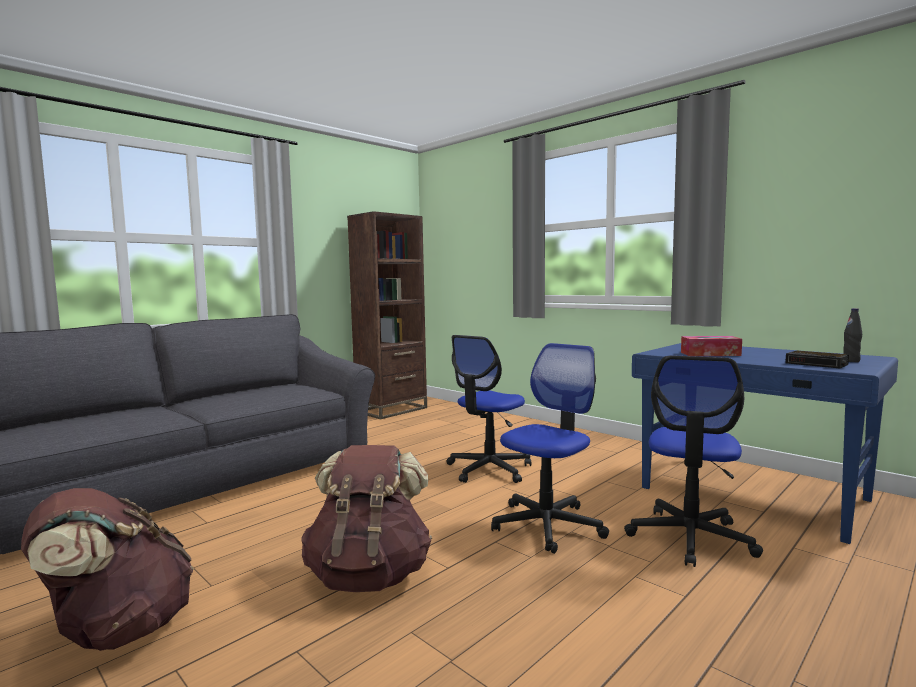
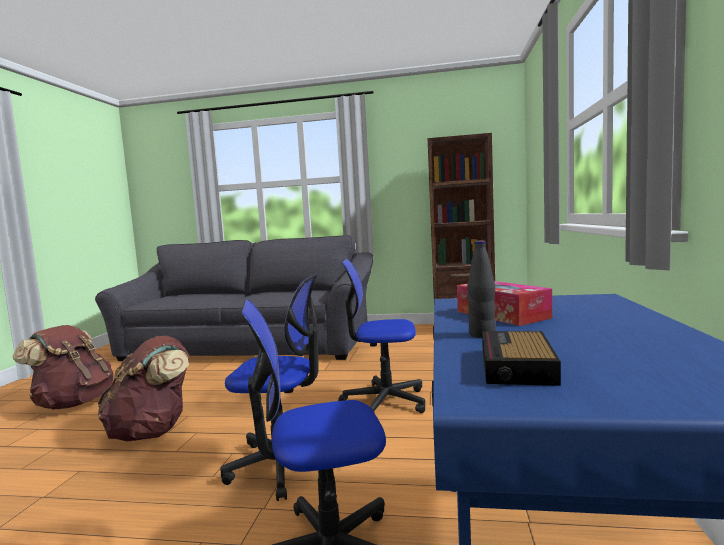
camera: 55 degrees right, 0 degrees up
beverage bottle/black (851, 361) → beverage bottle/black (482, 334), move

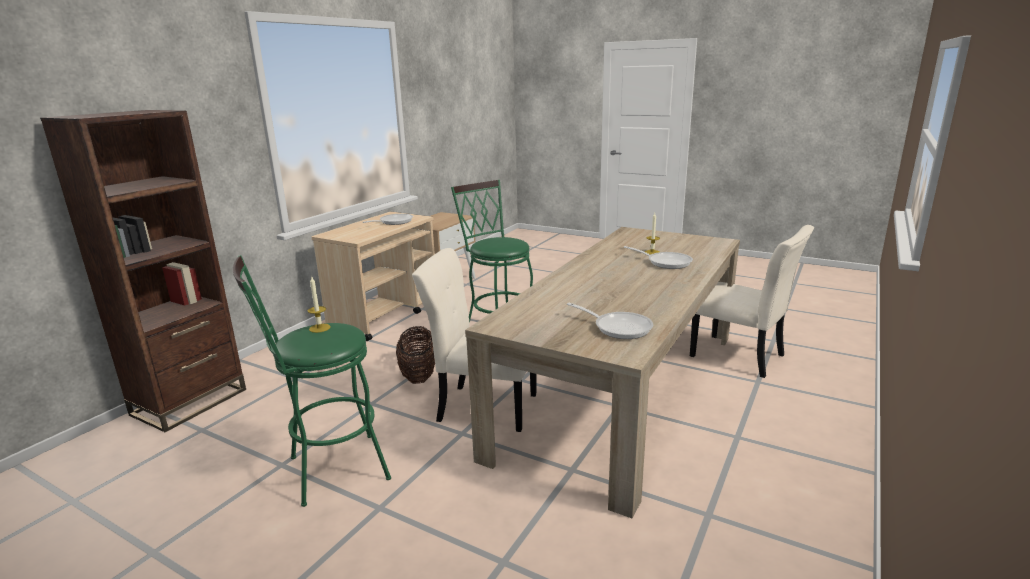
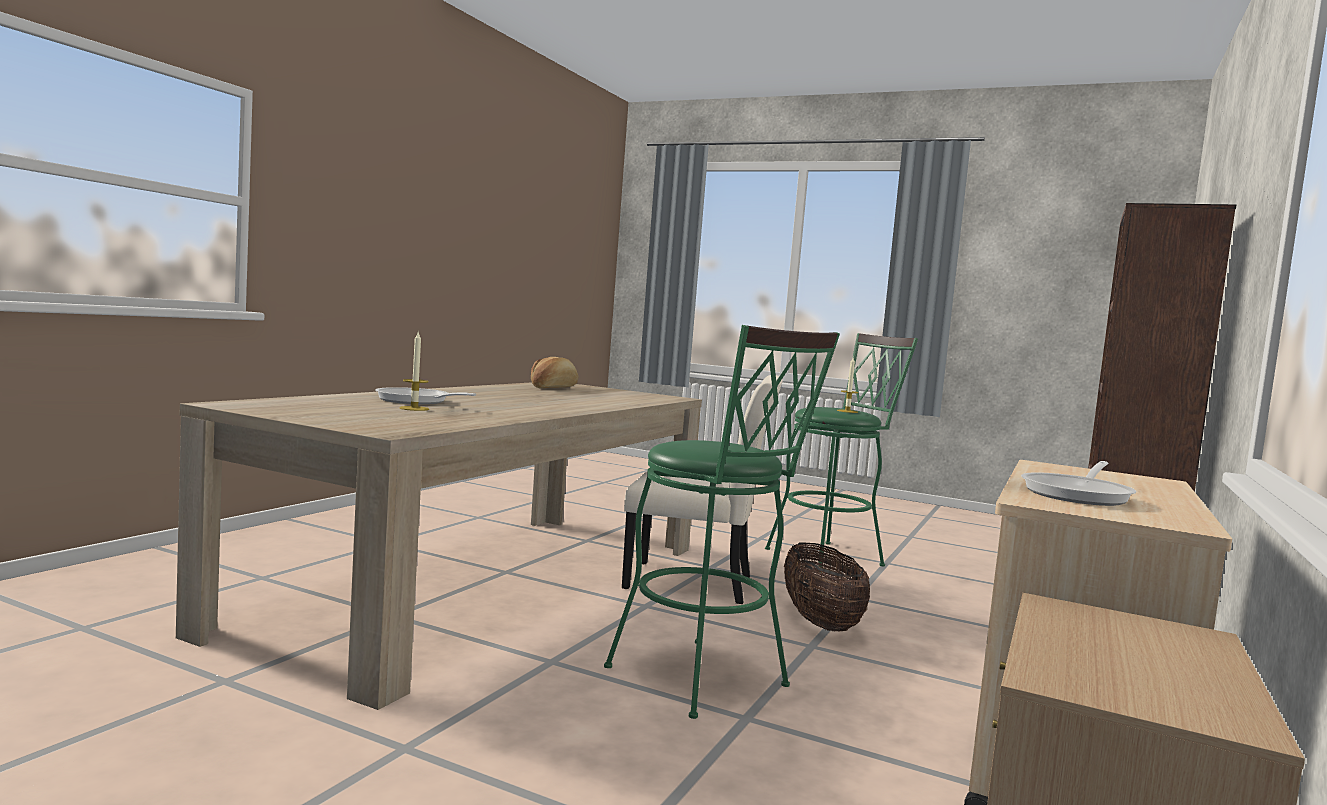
camera: 175 degrees right, 15 degrees down
frying pan (618, 327) → bread (553, 387)
plain chair/sand-coloured (740, 357) → -

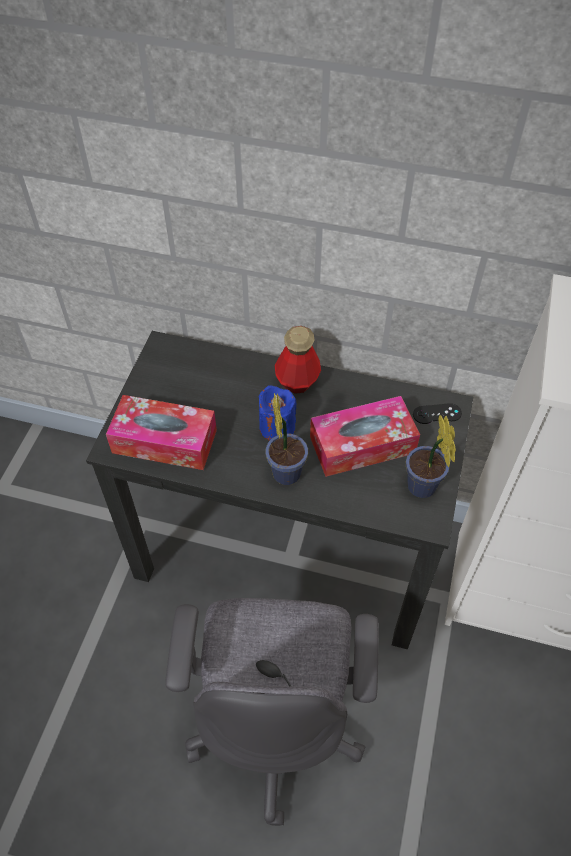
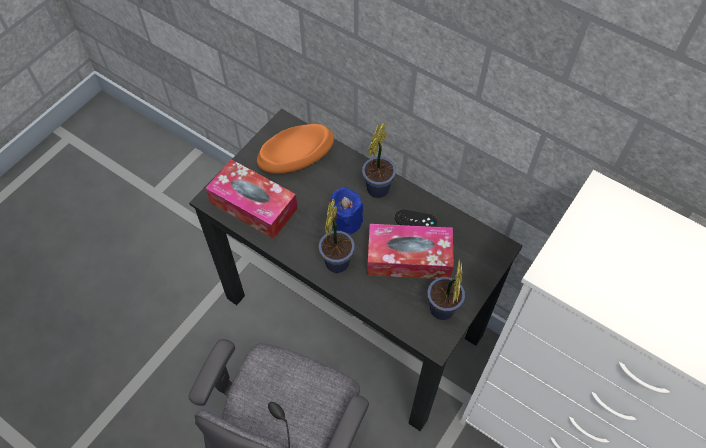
camera: 20 degrees right, 5 degrees up
- → bowl/orange (296, 159)
beverage bottle (297, 381) → plant in a pot (379, 186)
gamepad/black (437, 414) → gamepad/black (415, 220), move

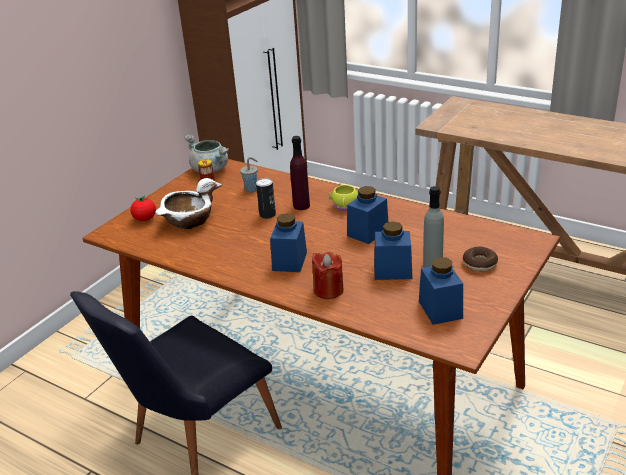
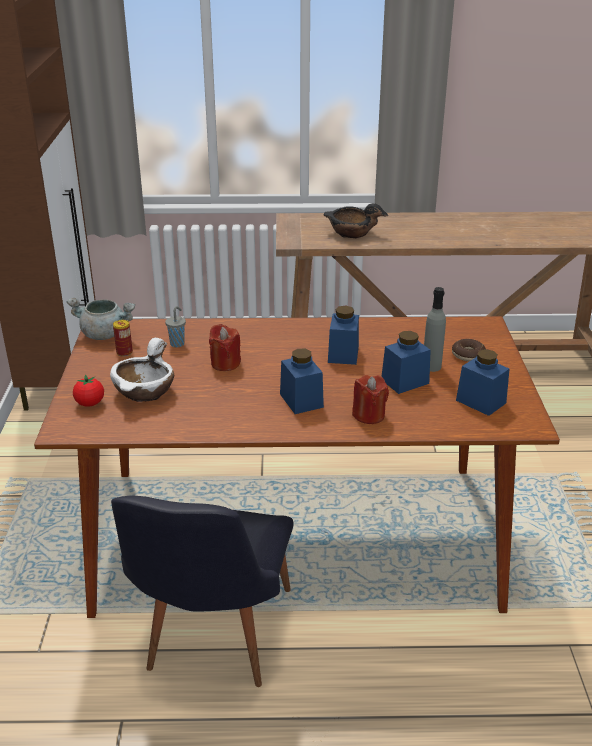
camera: 35 degrees left, 0 degrees up
metal can (267, 215) → wax candle/red-coloured (225, 363)
- → bowl/black (351, 233)
beverage bottle/purple-coloured (301, 206) → -
tea mug/yellow-coloured (345, 207) → -

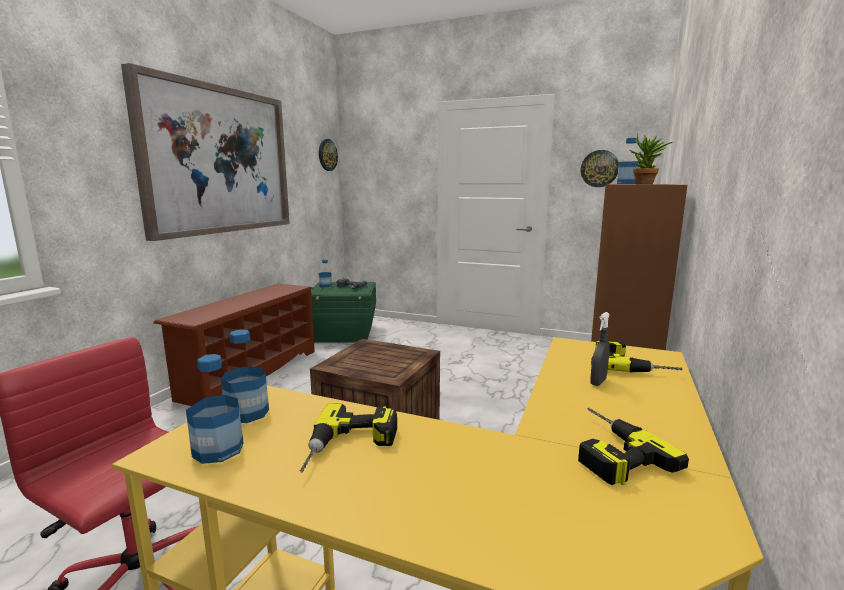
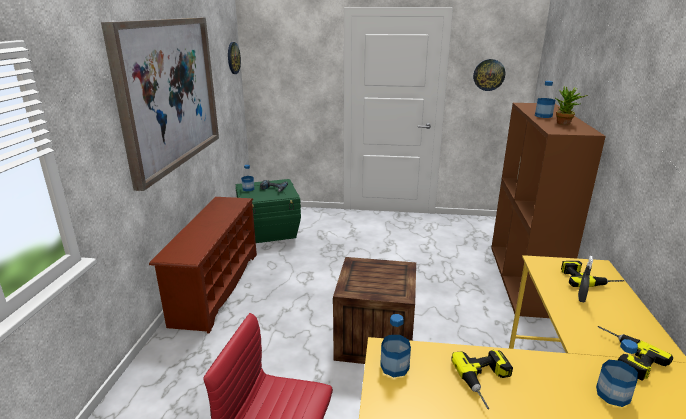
camera: 15 degrees left, 10 degrees up
beverage bottle (218, 449) → beverage bottle (613, 394), move

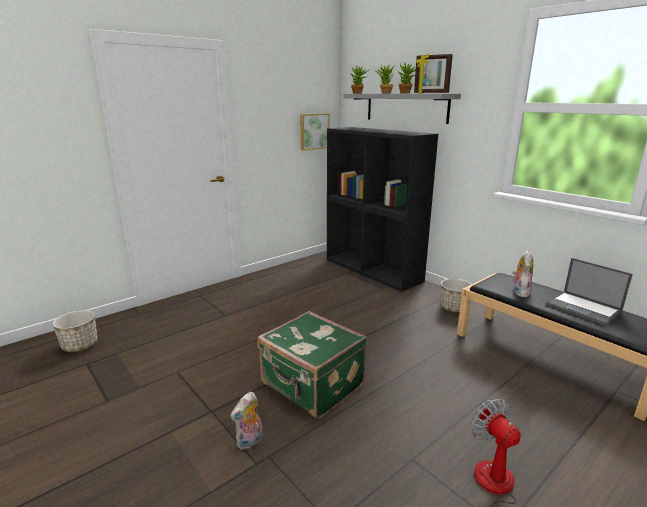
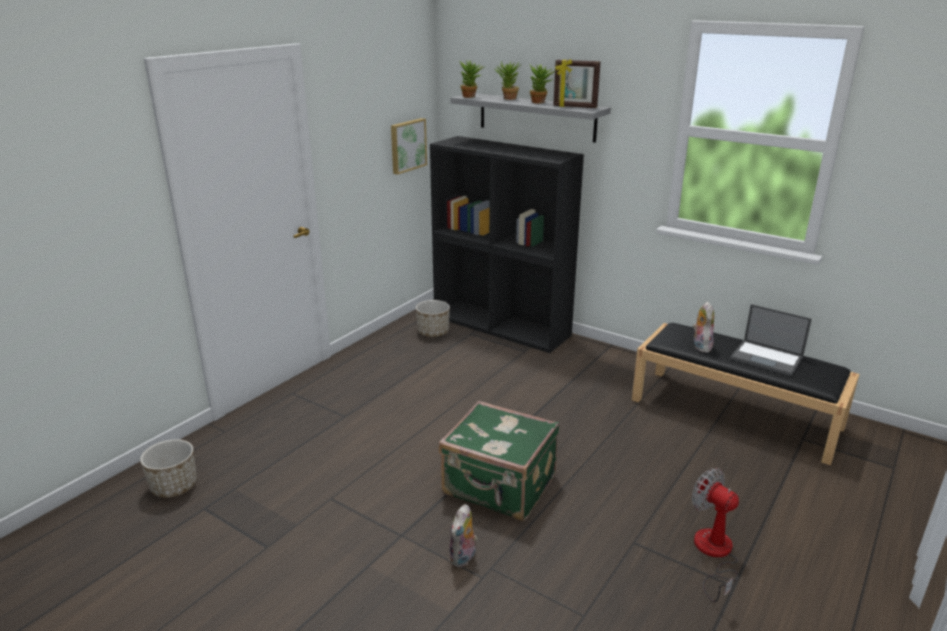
camera: 15 degrees left, 5 degrees up
flower pot (454, 308) → flower pot (433, 332), move

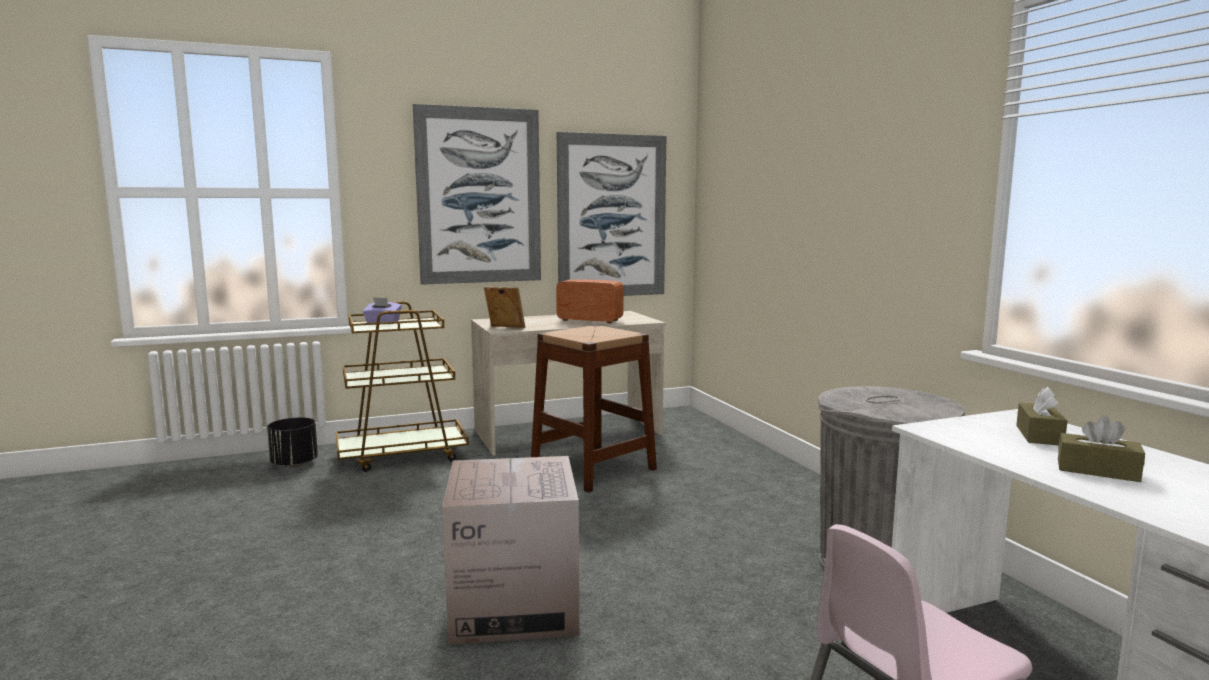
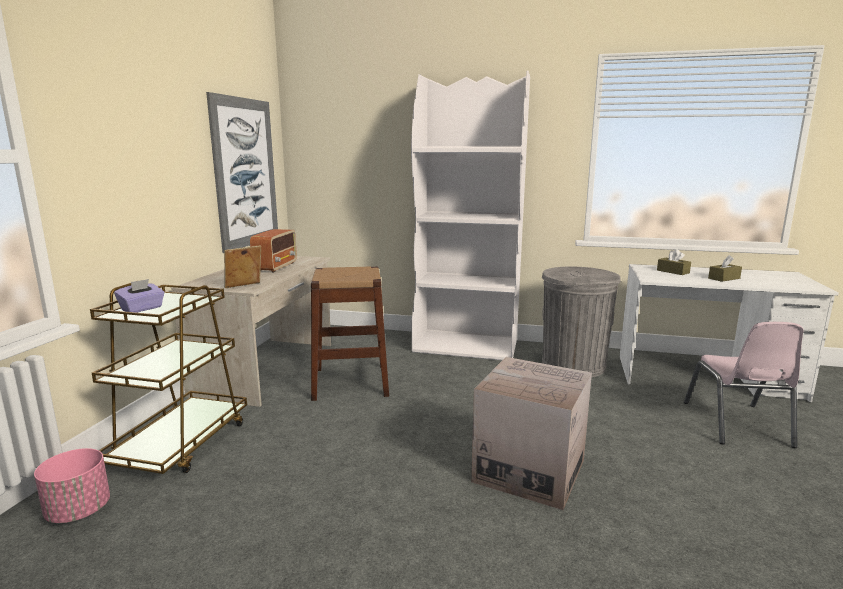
camera: 55 degrees left, 5 degrees up
flower pot/black (294, 464) → flower pot/pinkish (79, 511)
radio set (589, 320) → radio set (276, 267), 135 degrees clockwise
- → shelving unit/white-coloured (466, 346)
wall picture (479, 196) → -

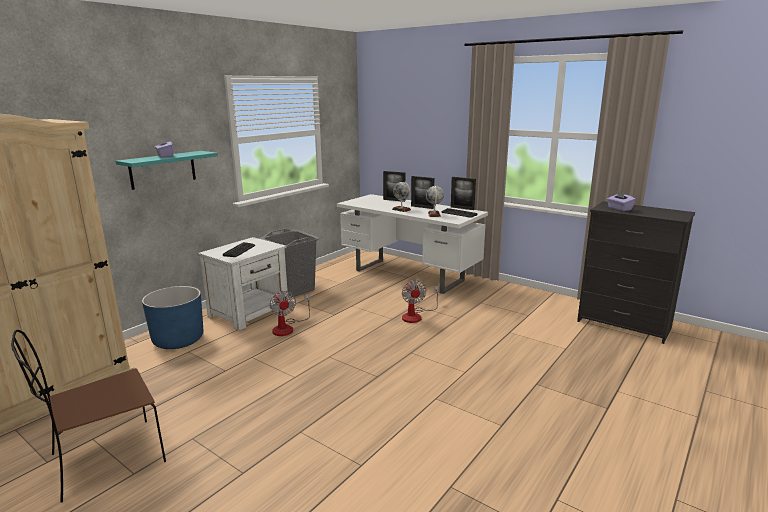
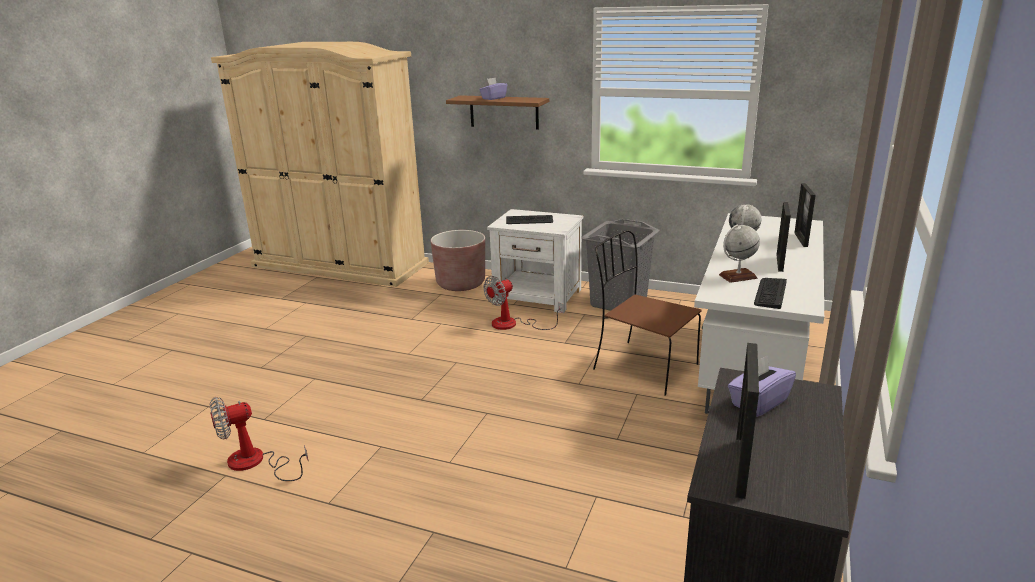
camera: 75 degrees right, 5 degrees up
cooling fan (416, 315) → cooling fan (256, 463), move
flower pot/blue (178, 340) → flower pot/brown-coloured (461, 284)
shelf/blue-green (163, 169) → shelf/brown-coloured (504, 112)
plain chair/brown-coloured (105, 459) → plain chair/brown-coloured (643, 367), move
photo frame (462, 208) → photo frame (740, 467), move

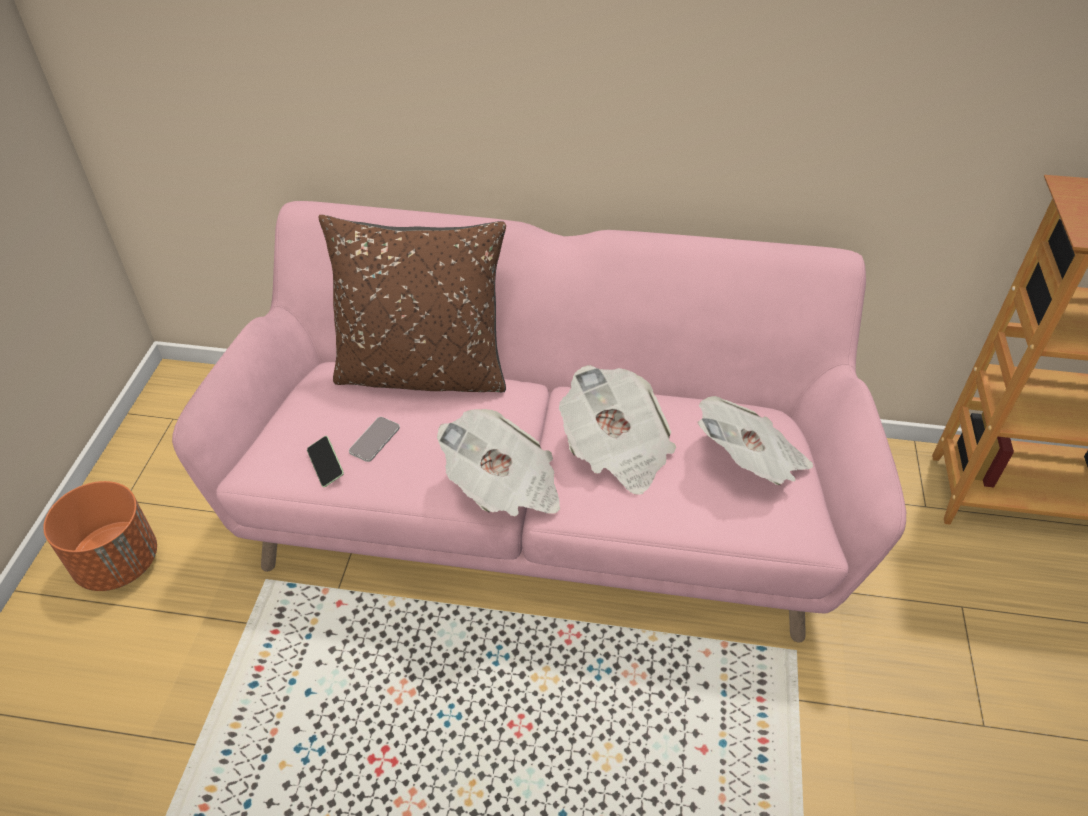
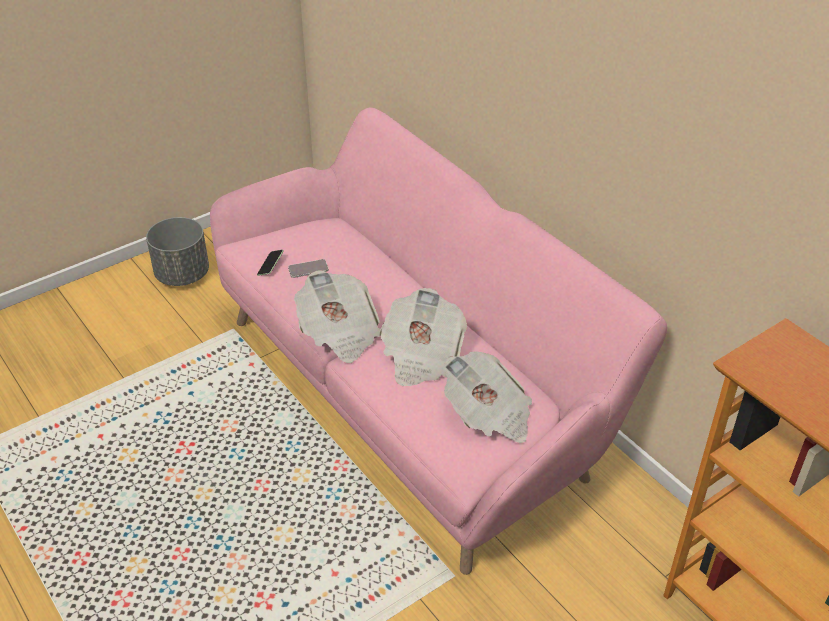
camera: 45 degrees right, 5 degrees down
flower pot/orange (118, 562) → flower pot/gray (183, 274)
throw pillow/brown-coloured (423, 372) → -

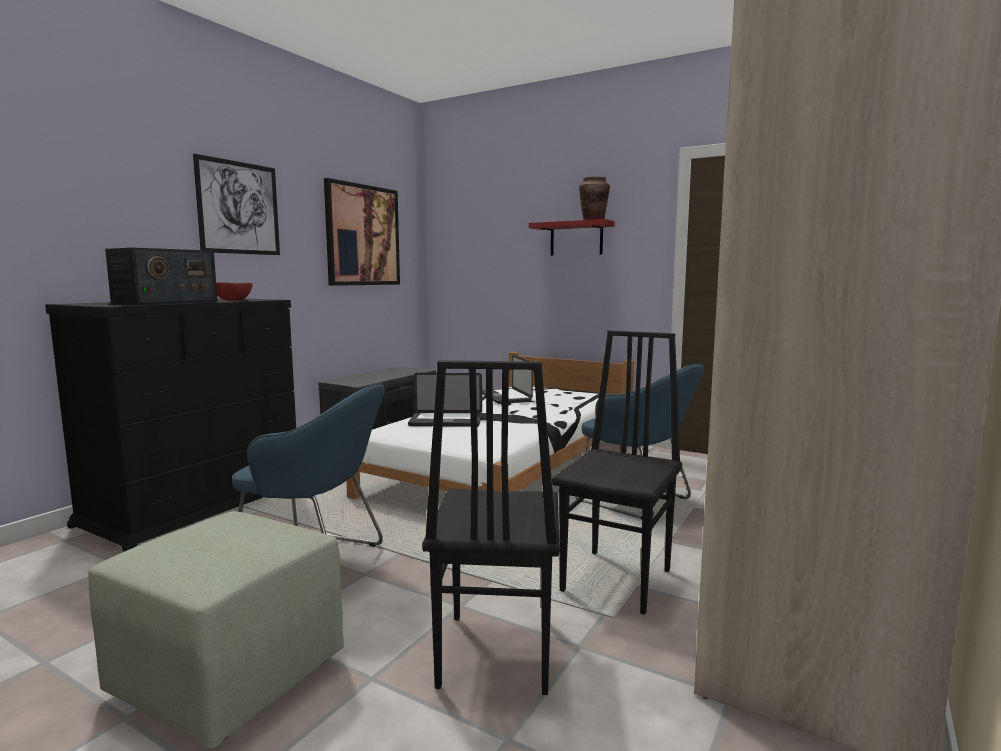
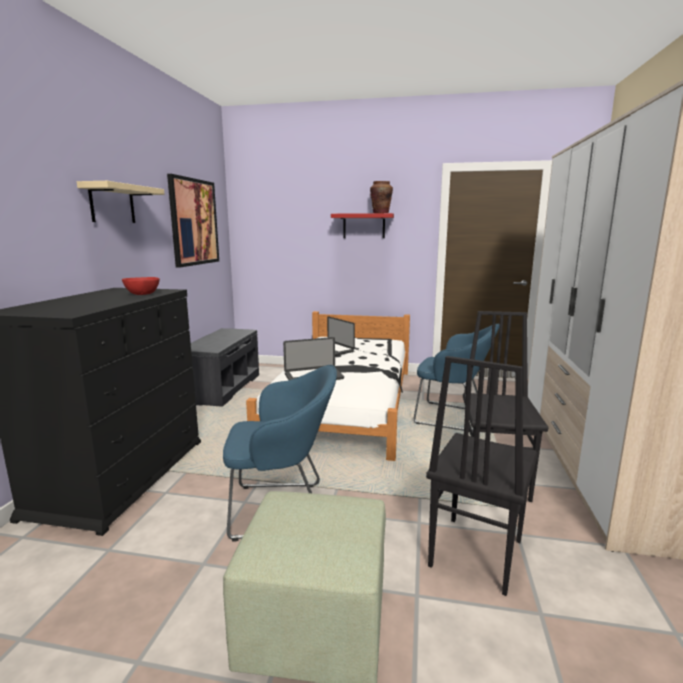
camera: 20 degrees left, 5 degrees up
wall picture (239, 208) → shelf/sand-coloured (112, 204)
plain chair/black (493, 653) → plain chair/black (474, 553), 45 degrees clockwise
radio set (165, 302) → -

